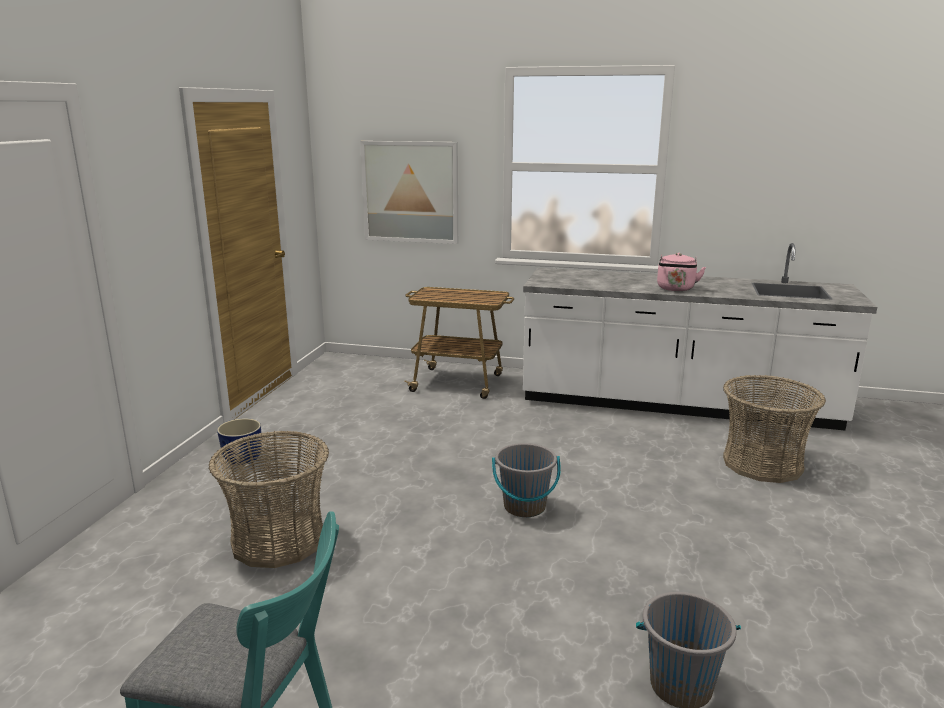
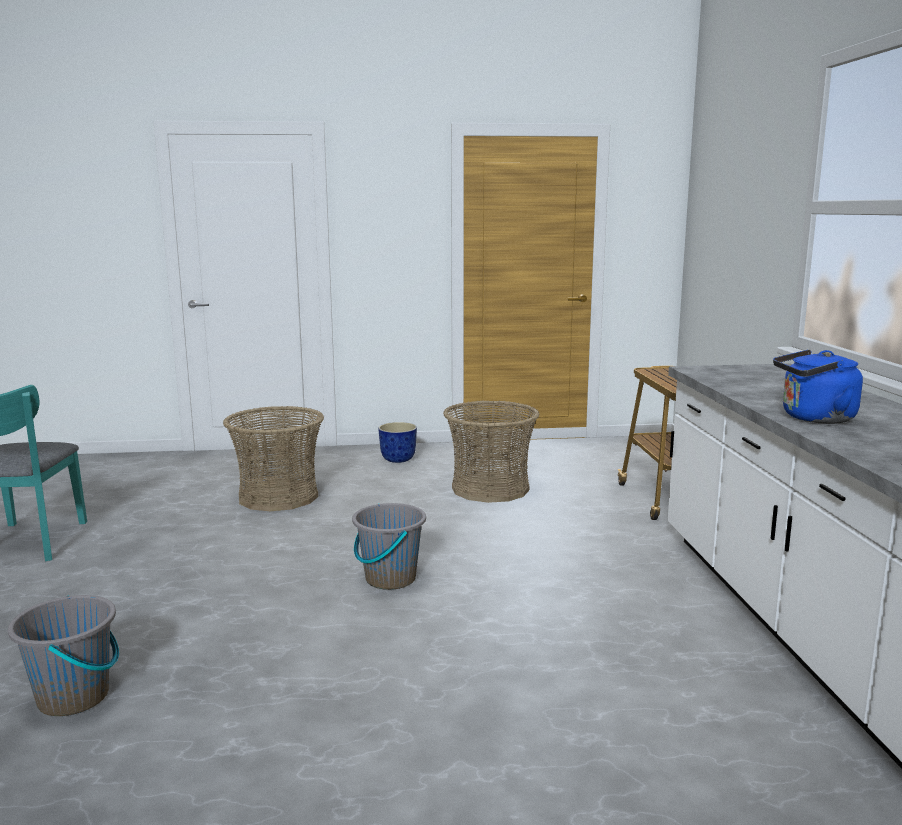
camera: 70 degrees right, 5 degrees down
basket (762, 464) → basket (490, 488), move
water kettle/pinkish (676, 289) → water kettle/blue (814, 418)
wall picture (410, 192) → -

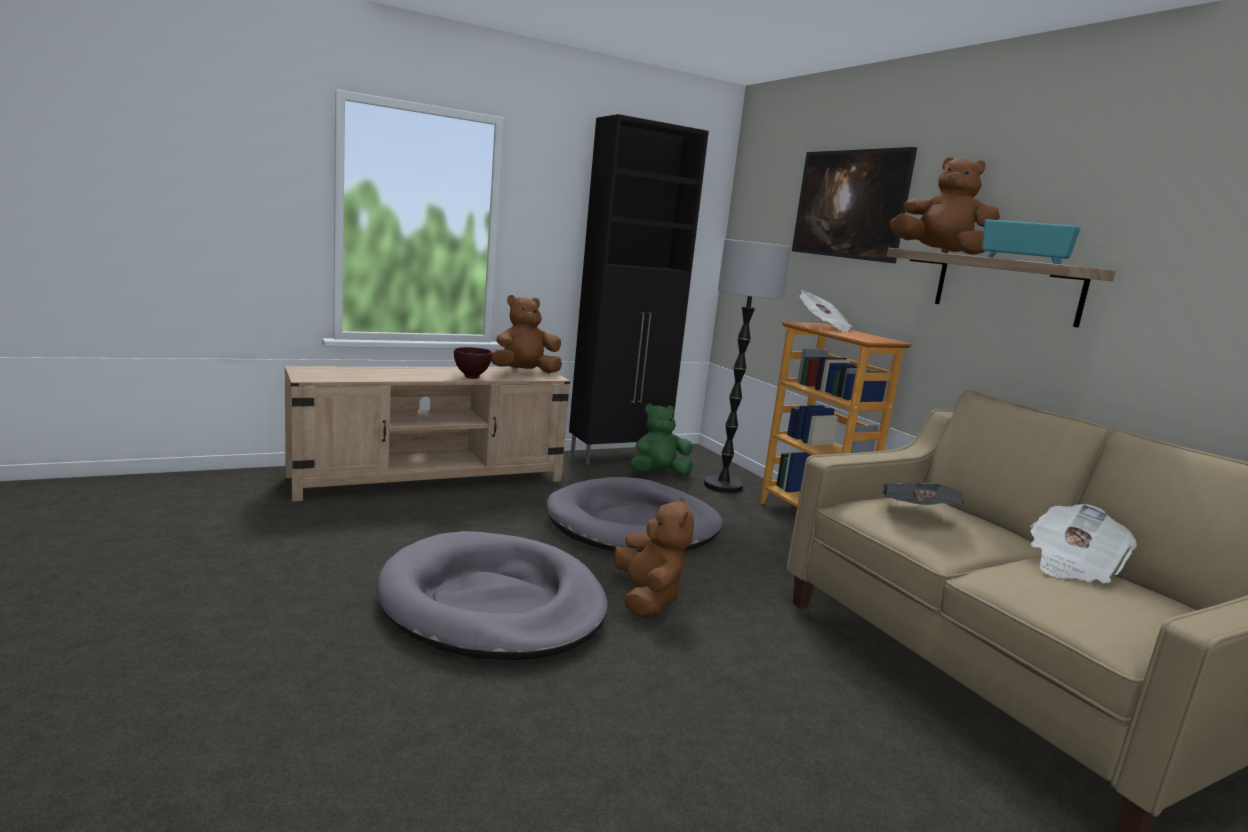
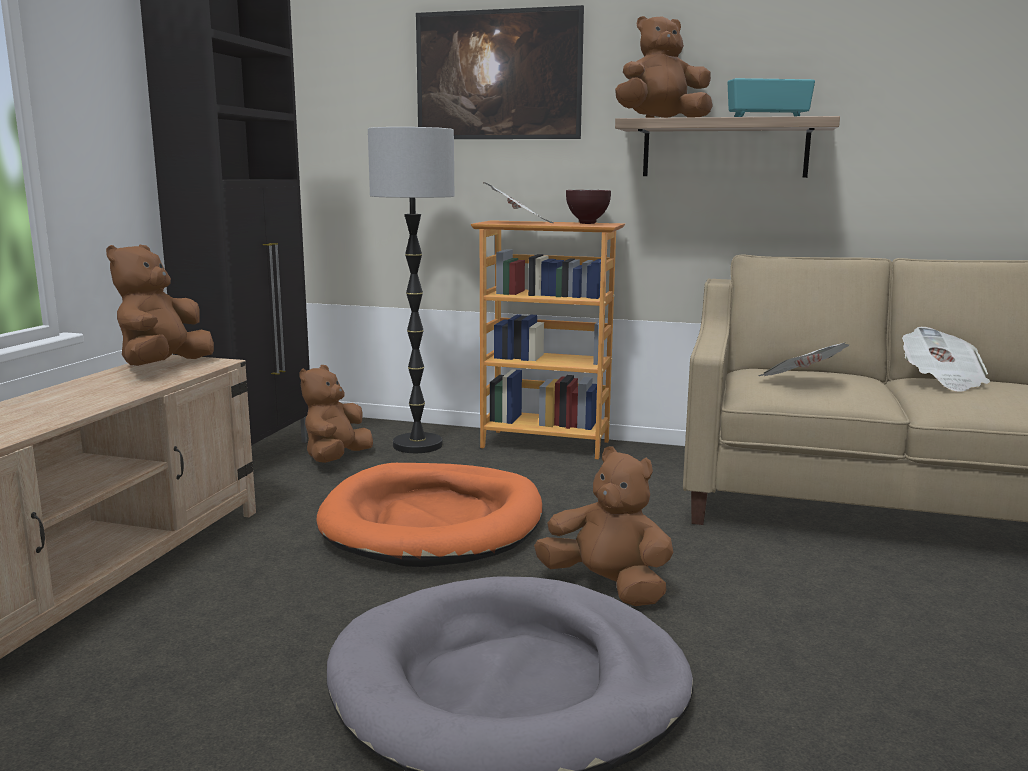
camera: 45 degrees left, 0 degrees up
soft toy/green (658, 474) → soft toy/brown-coloured (336, 459)
dog bed/gray (634, 525) → dog bed/orange (433, 522)
bowl/brown-coloured (471, 377) → bowl/brown-coloured (587, 223), move

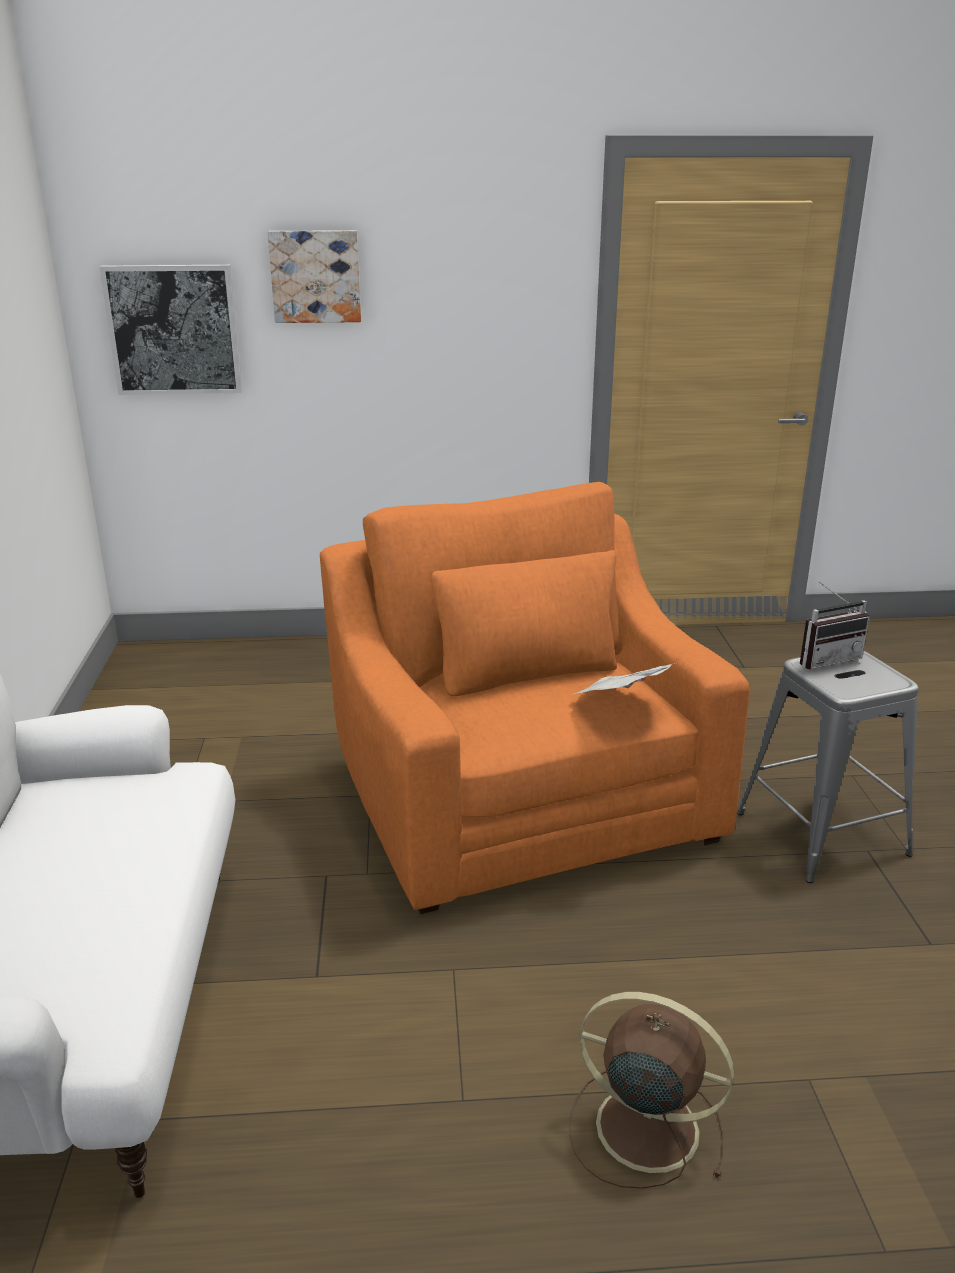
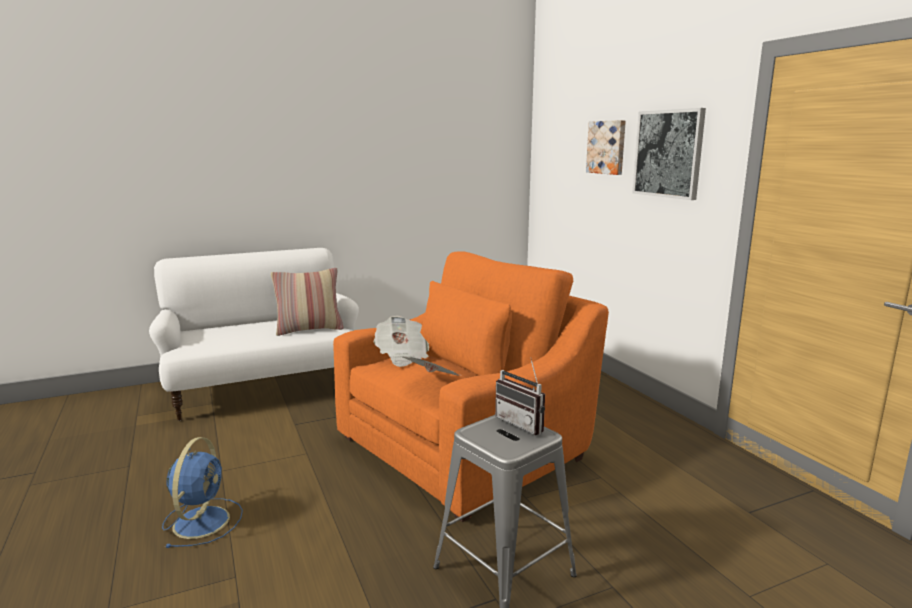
camera: 70 degrees right, 10 degrees down
cooling fan/brown-coloured (642, 1126) → cooling fan/blue (202, 520)
- → throw pillow (309, 329)
- → printed paper (402, 356)
wall picture (174, 330) → wall picture (668, 153), move

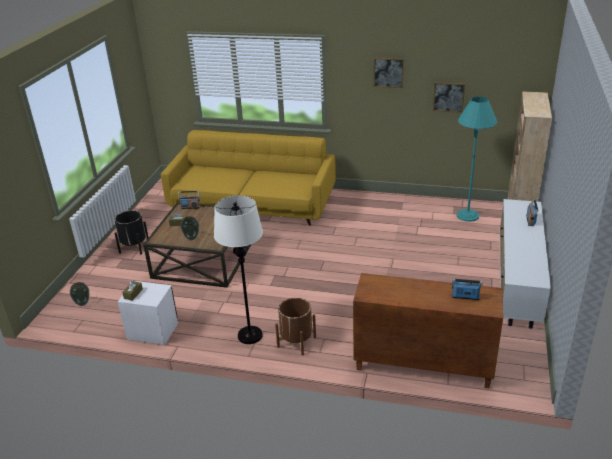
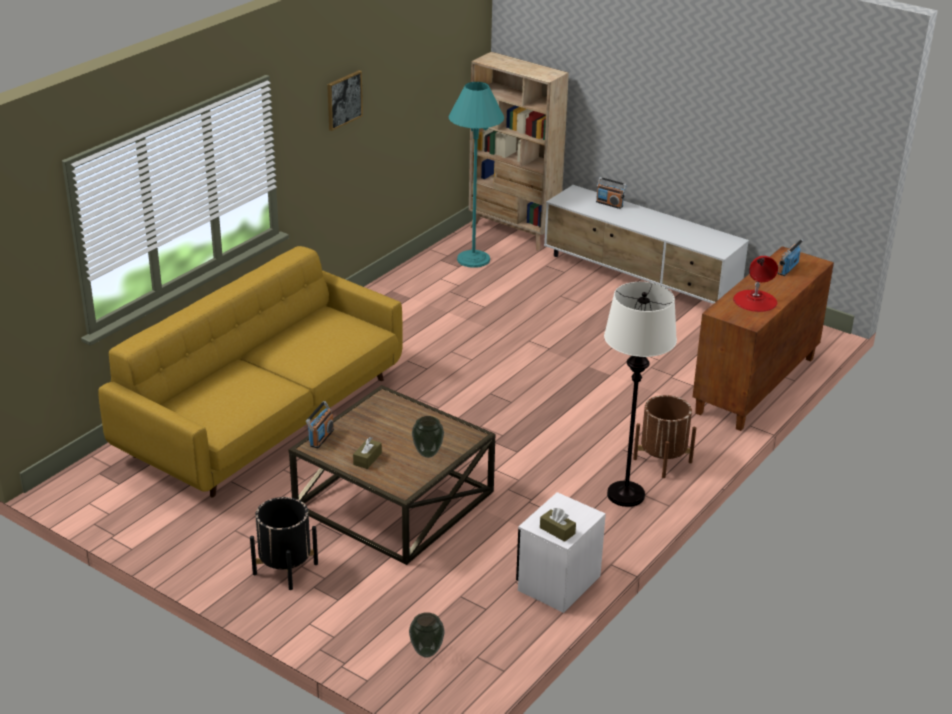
camera: 70 degrees left, 0 degrees up
- → lamp for a table/red-coloured (755, 300)
wall picture (448, 97) → -

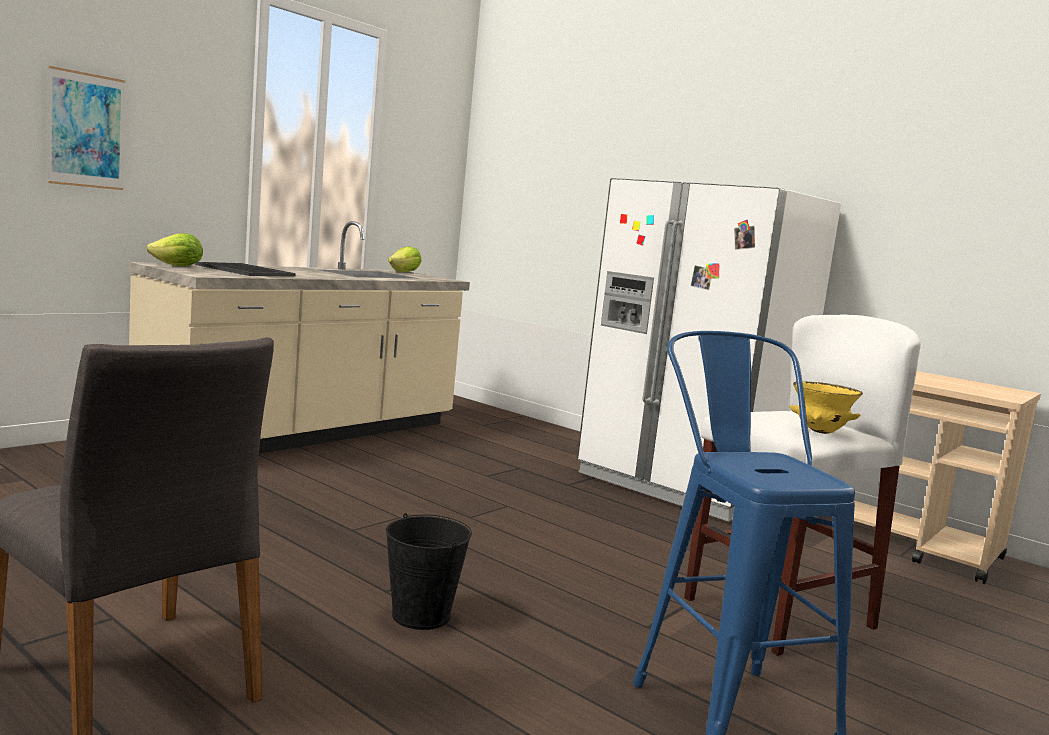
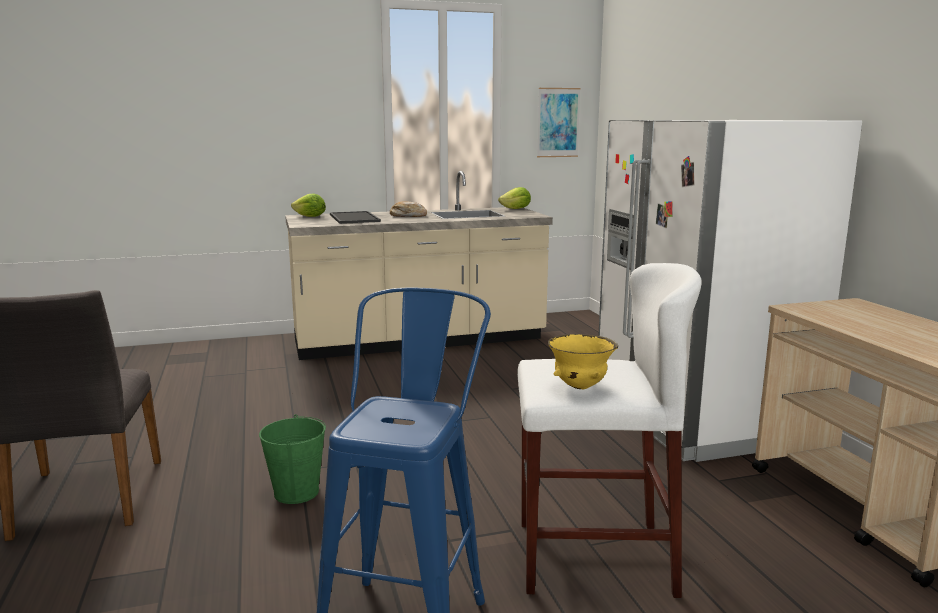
camera: 35 degrees right, 5 degrees up
bucket/black (421, 616) → bucket/green (296, 492)
- → bread (407, 216)
wall picture (86, 130) → wall picture (558, 122), move

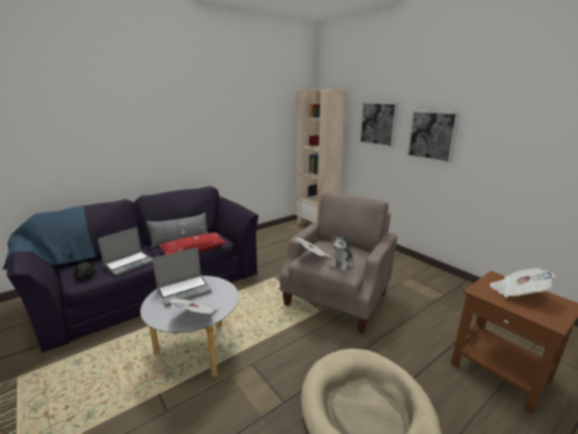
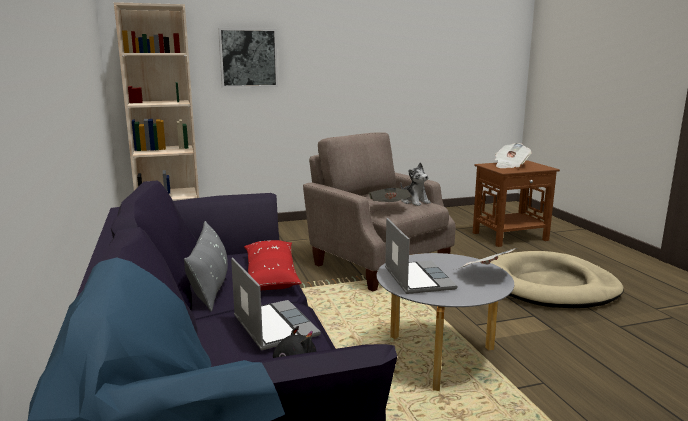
camera: 70 degrees left, 5 degrees down
wall picture (432, 135) → -

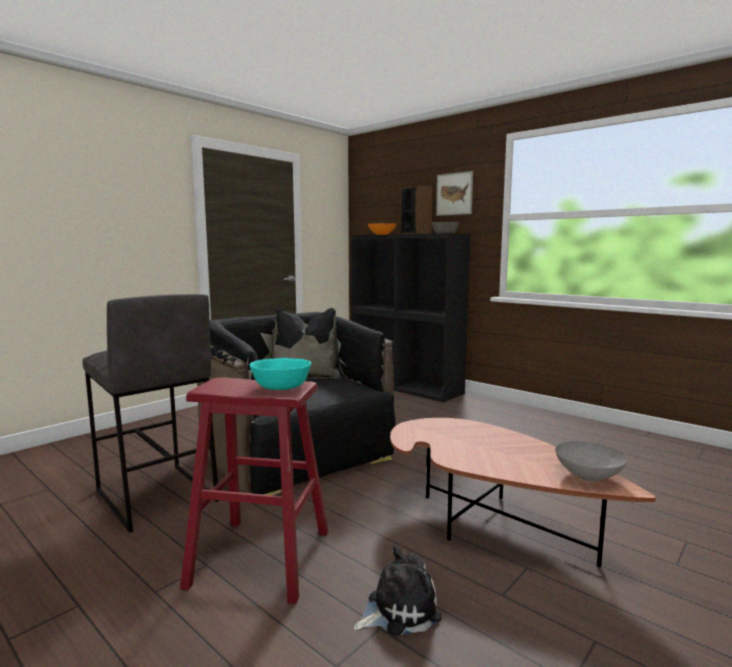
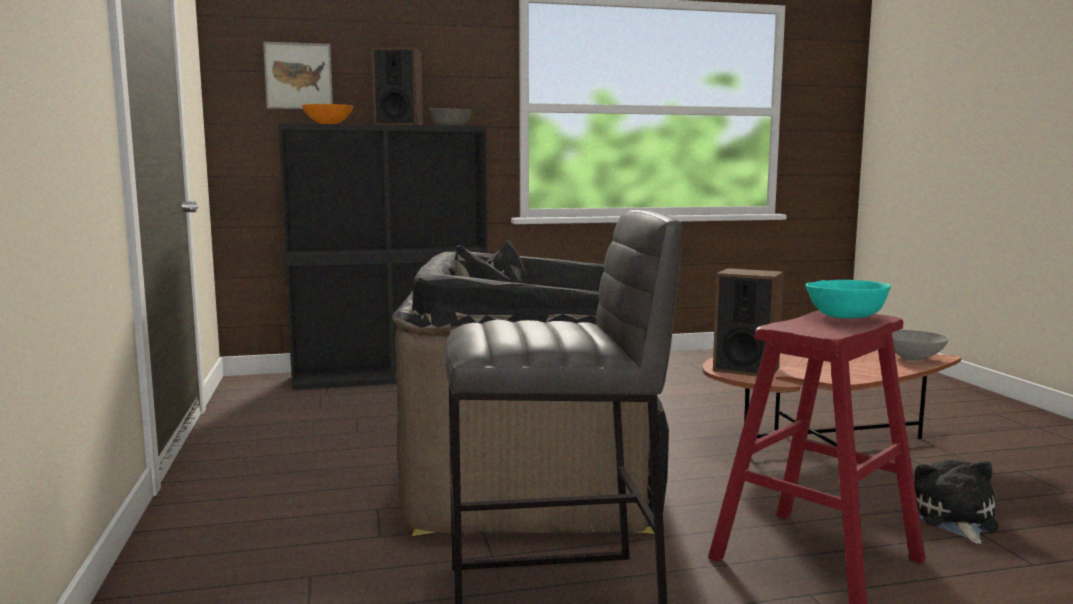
camera: 55 degrees left, 0 degrees up
wall picture (454, 194) → wall picture (298, 76), move
- → audio speaker (746, 369)

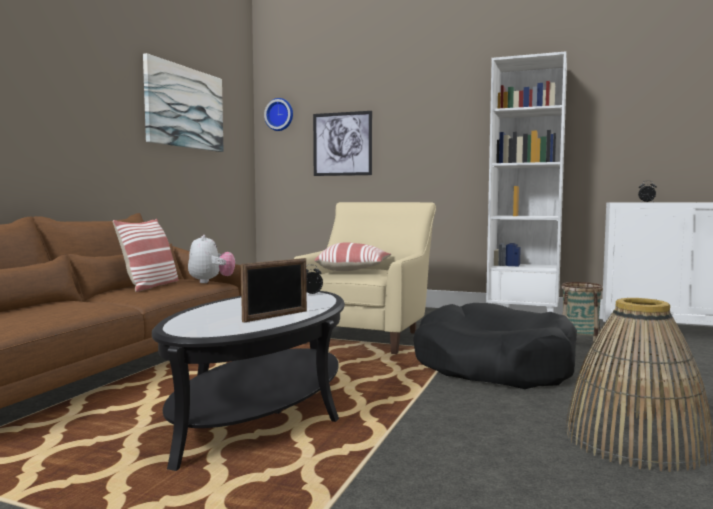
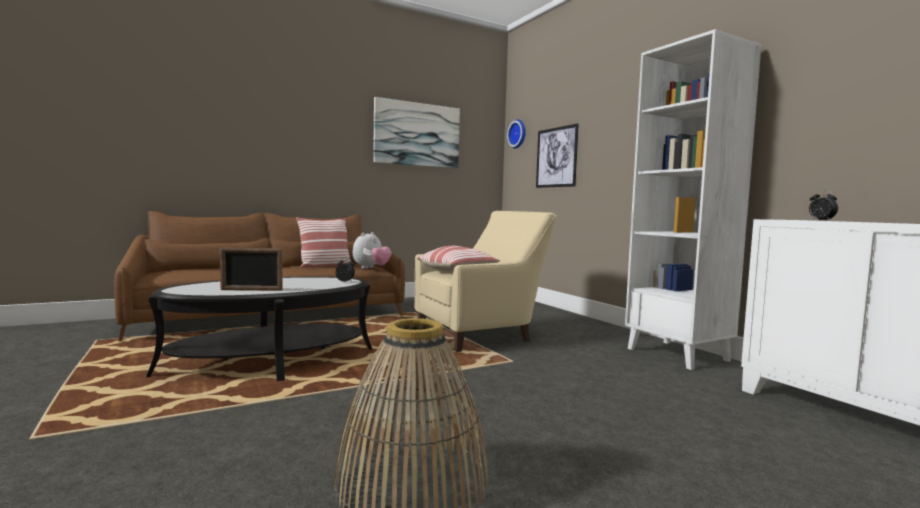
camera: 40 degrees right, 0 degrees up
dog bed/black (493, 366) → -
basket (579, 346) → -

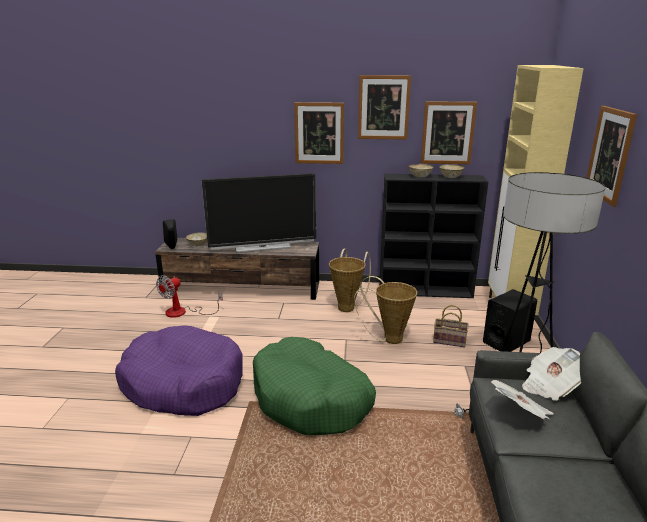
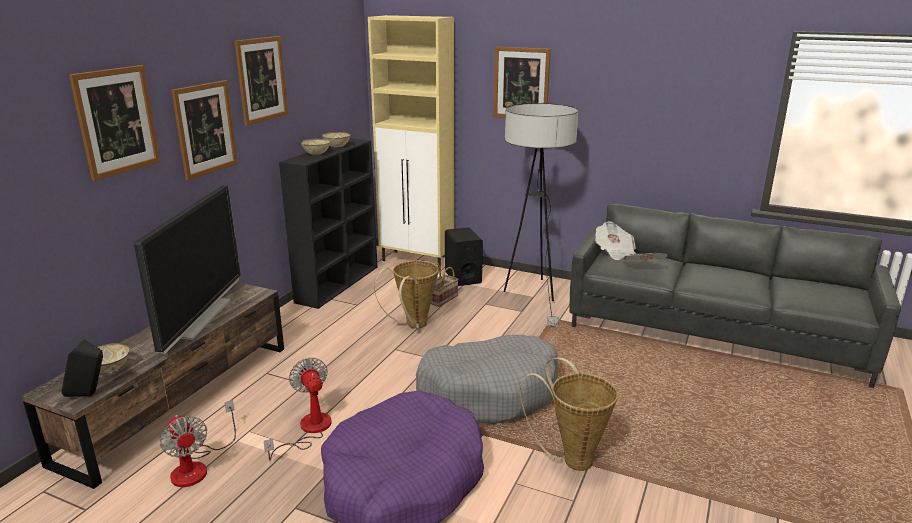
camera: 70 degrees left, 0 degrees up
wall picture (447, 133) → wall picture (117, 121), move
- → cooling fan (308, 430)
dog bed/green (311, 399) → dog bed/gray (489, 391)
basket (348, 306) → basket (572, 458), move

